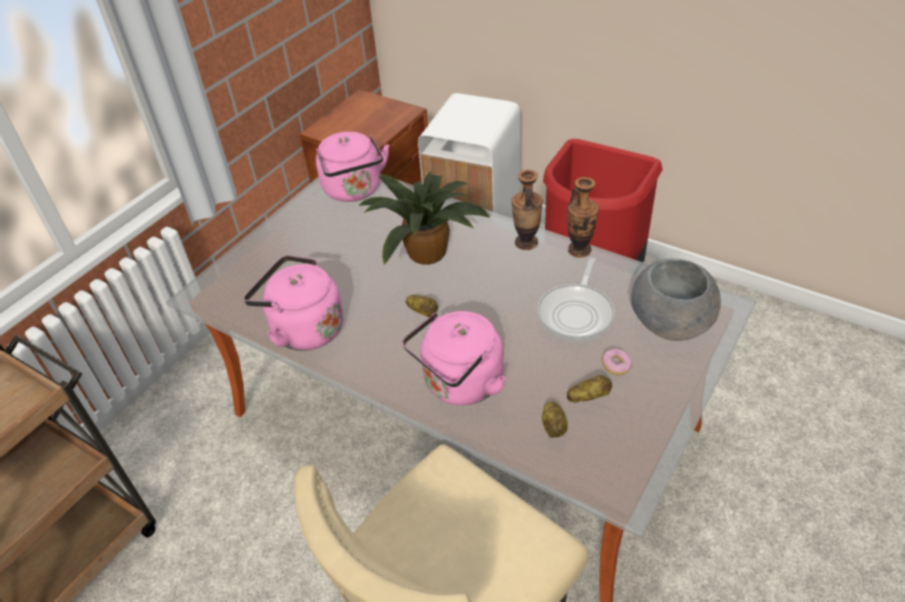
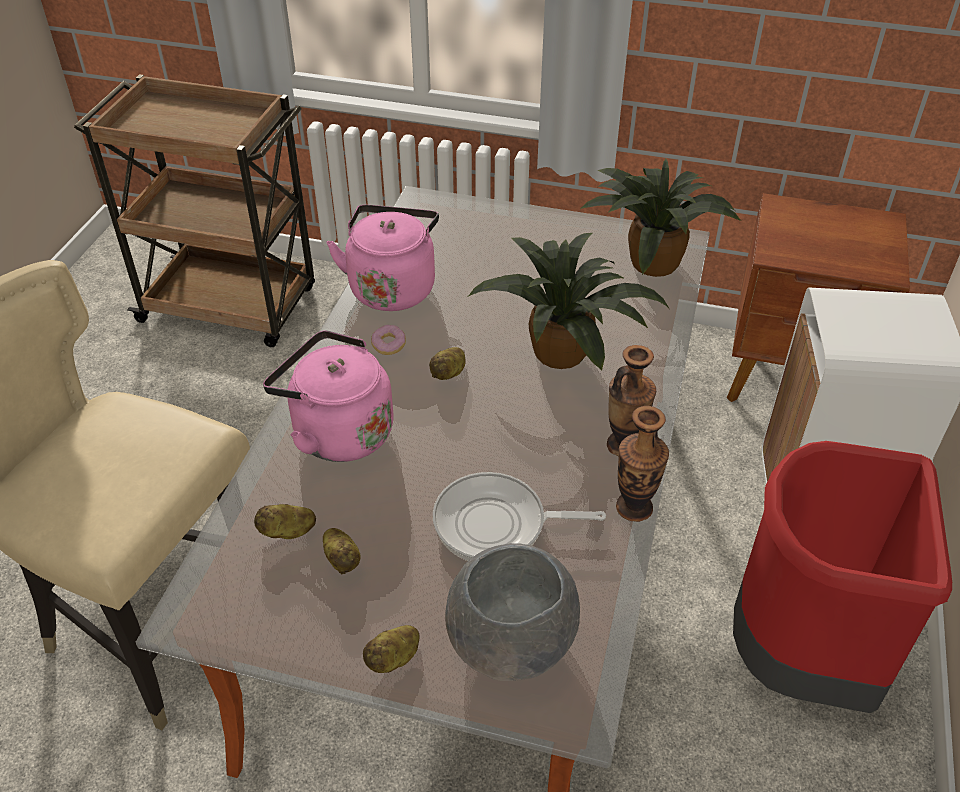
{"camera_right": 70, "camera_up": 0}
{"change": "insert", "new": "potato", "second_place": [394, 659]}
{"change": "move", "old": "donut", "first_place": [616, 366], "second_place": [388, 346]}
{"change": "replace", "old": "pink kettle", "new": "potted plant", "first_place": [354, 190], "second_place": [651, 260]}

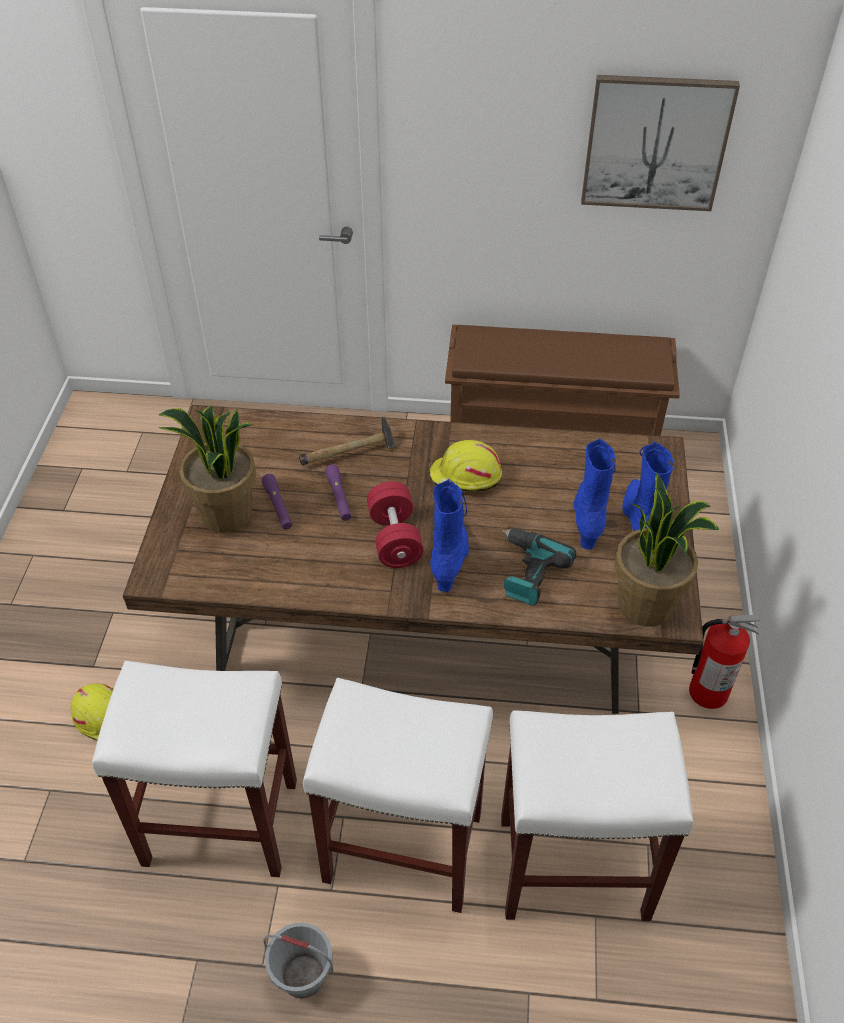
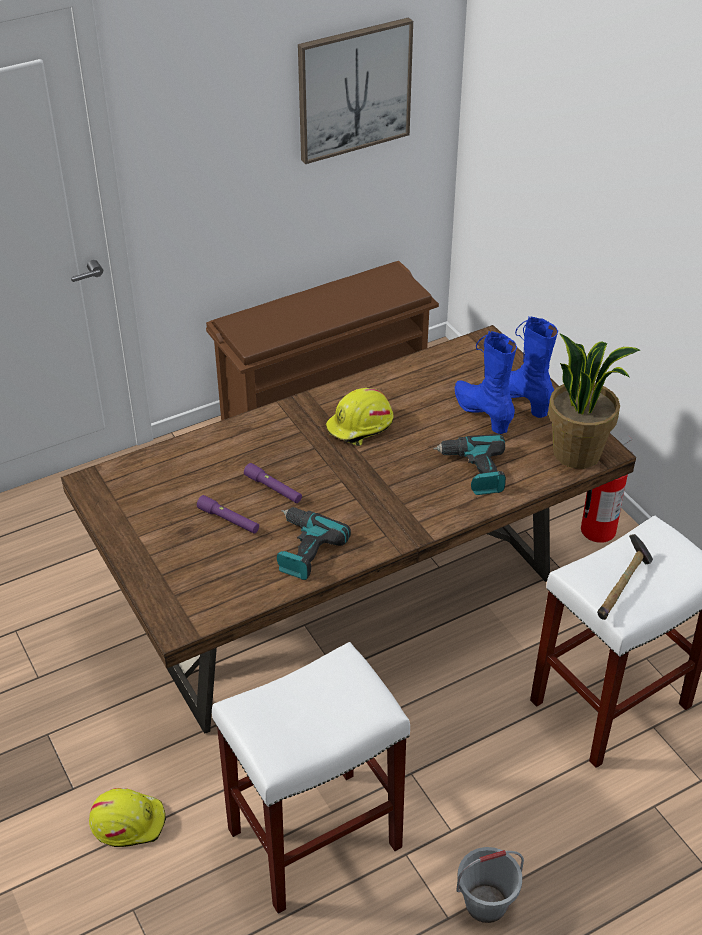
{"camera_right": -35, "camera_up": -5}
{"change": "insert", "new": "power drill", "second_place": [303, 549]}
{"change": "move", "old": "hammer", "first_place": [350, 454], "second_place": [622, 587]}
{"change": "delete", "old": "potted plant", "first_place": [226, 515]}
{"change": "delete", "old": "white stool", "first_place": [400, 848]}
{"change": "delete", "old": "red dumbbell", "first_place": [395, 538]}
{"change": "delete", "old": "blue boot", "first_place": [450, 560]}

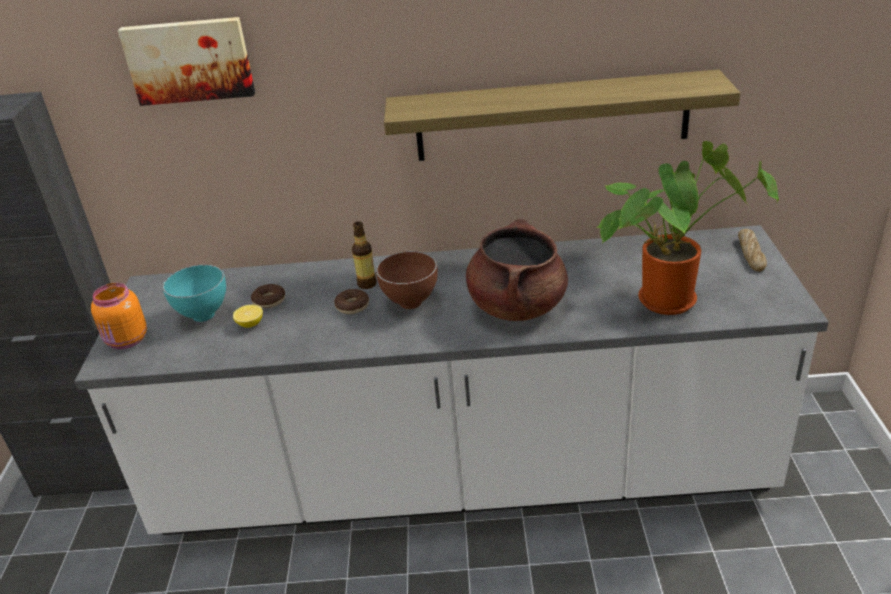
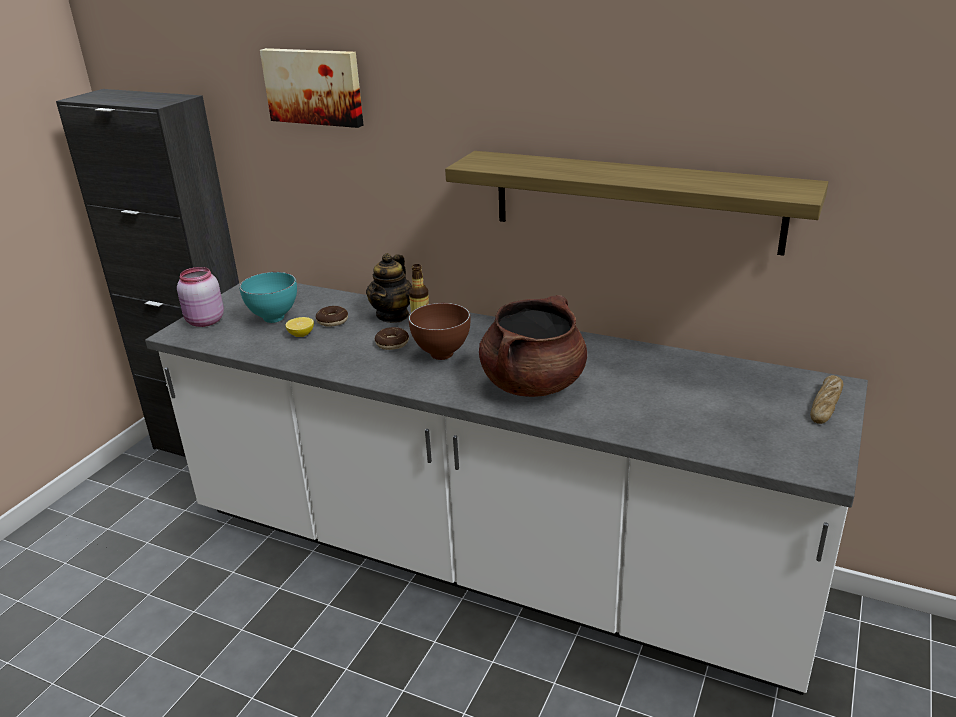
{"camera_right": 25, "camera_up": -5}
{"change": "recolor", "old": "orange jar", "new": "pink jar", "first_place": [127, 341], "second_place": [204, 322]}
{"change": "insert", "new": "teapot", "second_place": [393, 315]}
{"change": "delete", "old": "potted plant", "first_place": [671, 298]}

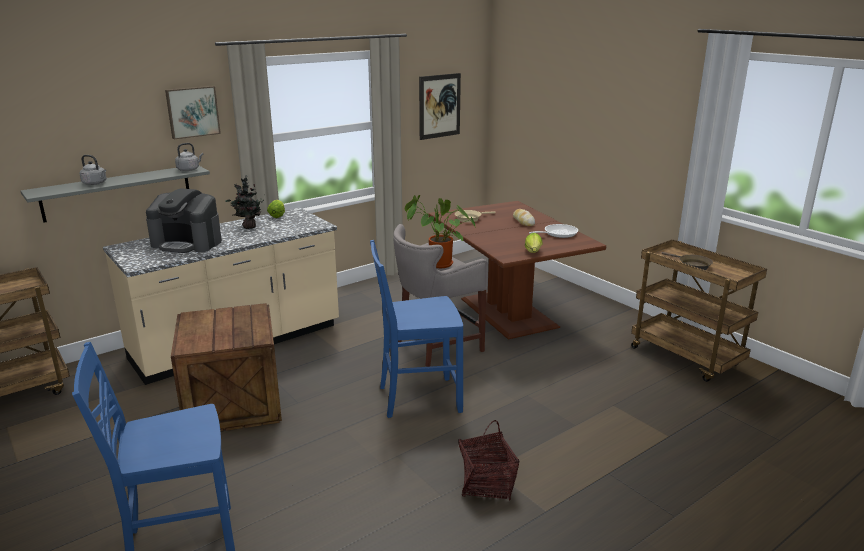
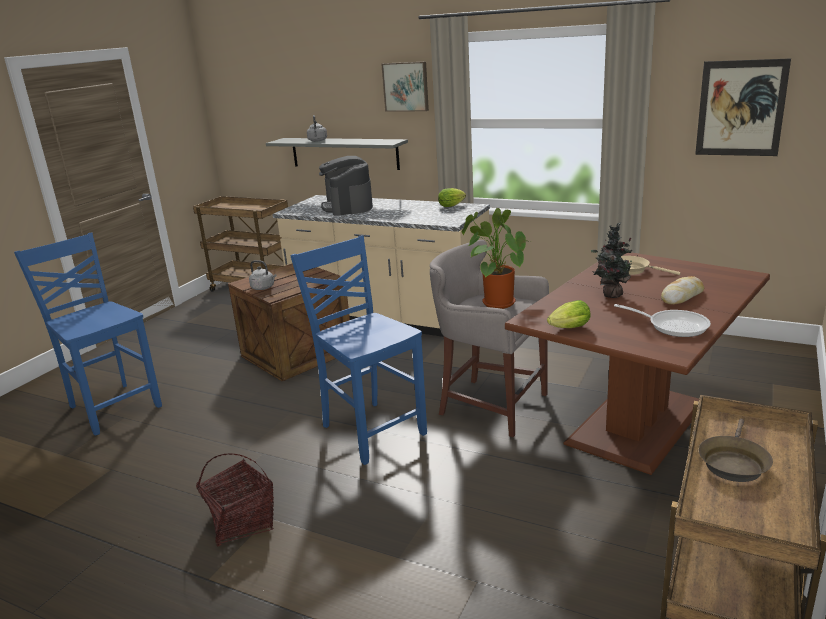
{"camera_right": 65, "camera_up": 0}
{"change": "move", "old": "grey kettle", "first_place": [189, 169], "second_place": [264, 288]}
{"change": "move", "old": "potted plant", "first_place": [248, 227], "second_place": [610, 295]}

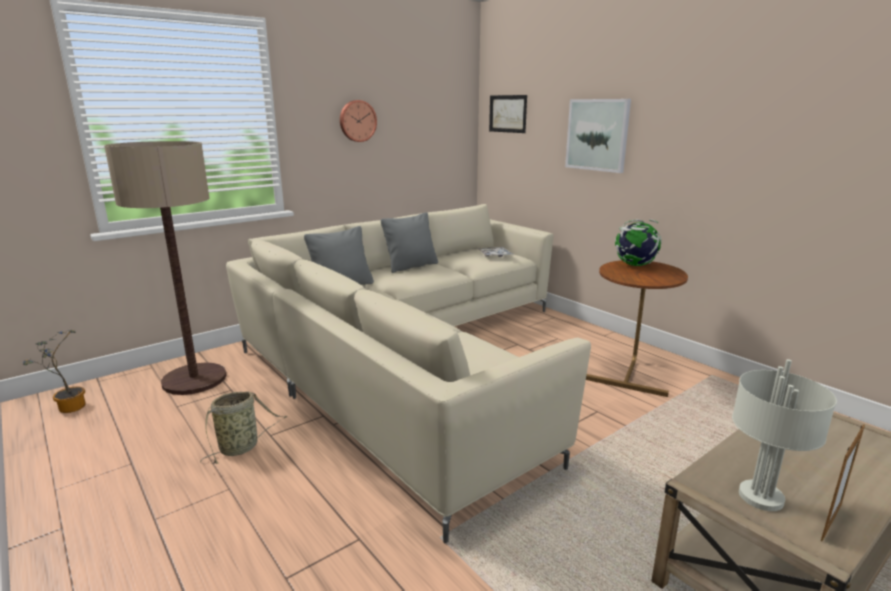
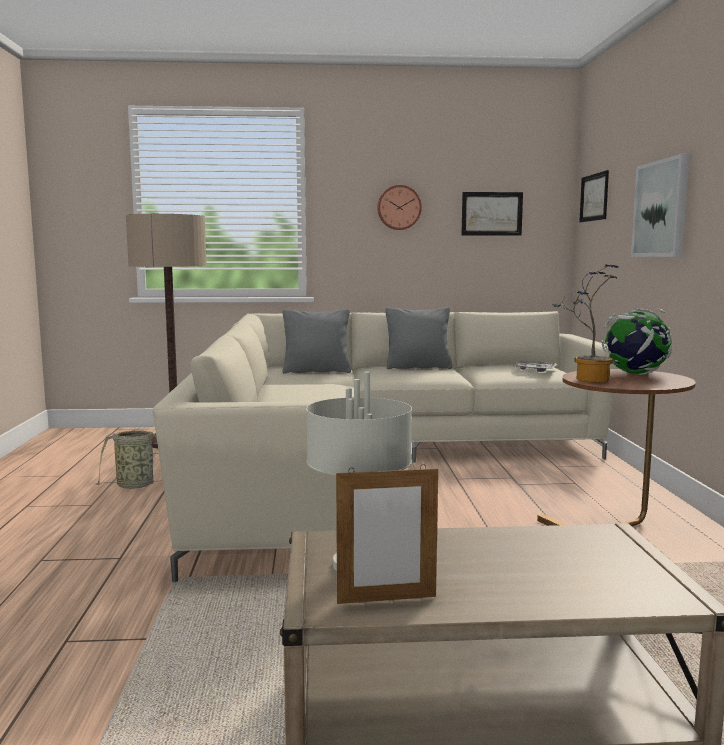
{"camera_right": 35, "camera_up": -10}
{"change": "insert", "new": "picture", "second_place": [491, 213]}
{"change": "move", "old": "potted plant", "first_place": [68, 407], "second_place": [587, 379]}

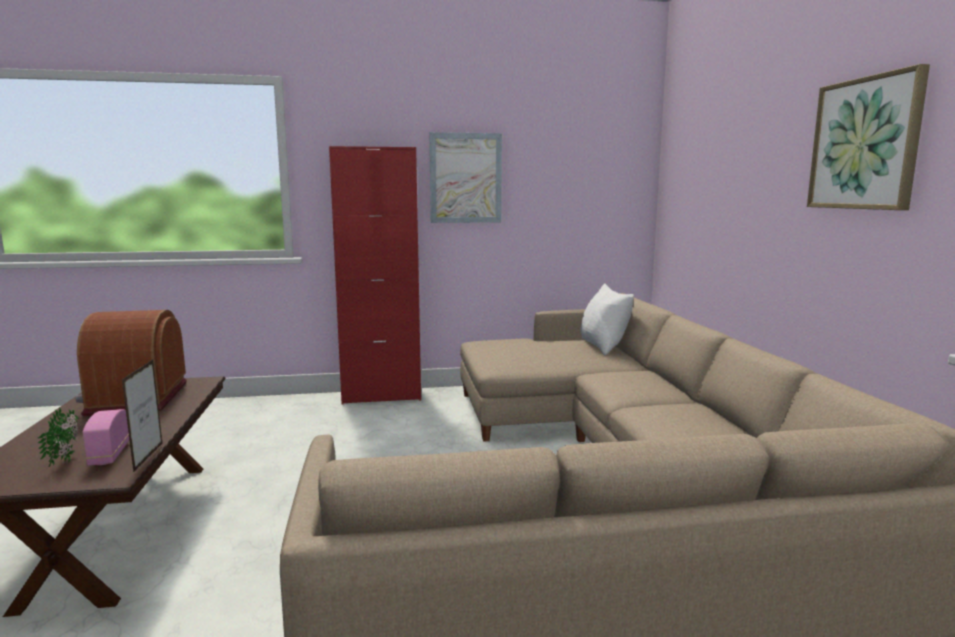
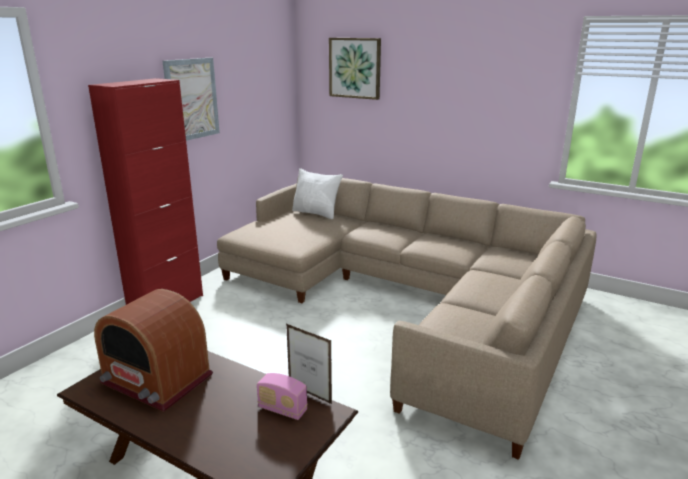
{"camera_right": -50, "camera_up": 10}
{"change": "move", "old": "picture", "first_place": [865, 144], "second_place": [355, 68]}
{"change": "delete", "old": "potted plant", "first_place": [67, 459]}

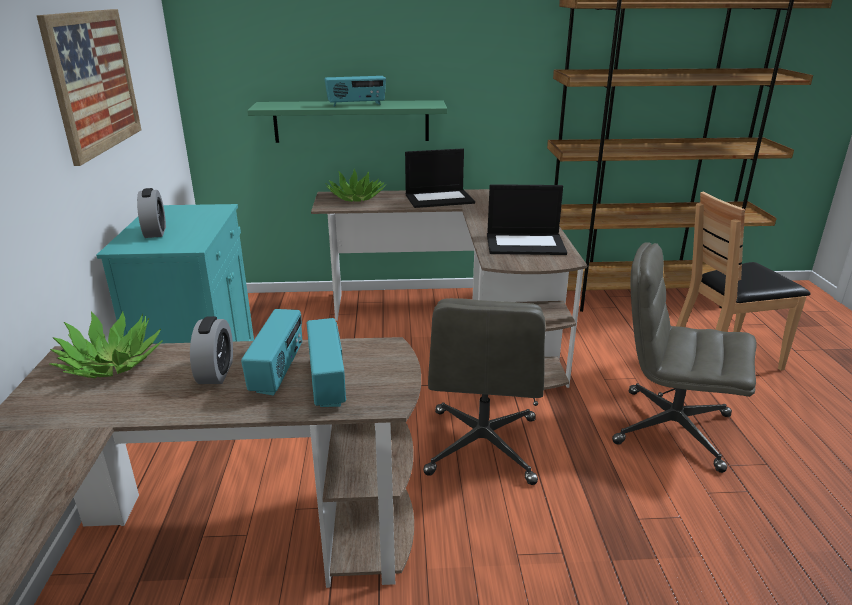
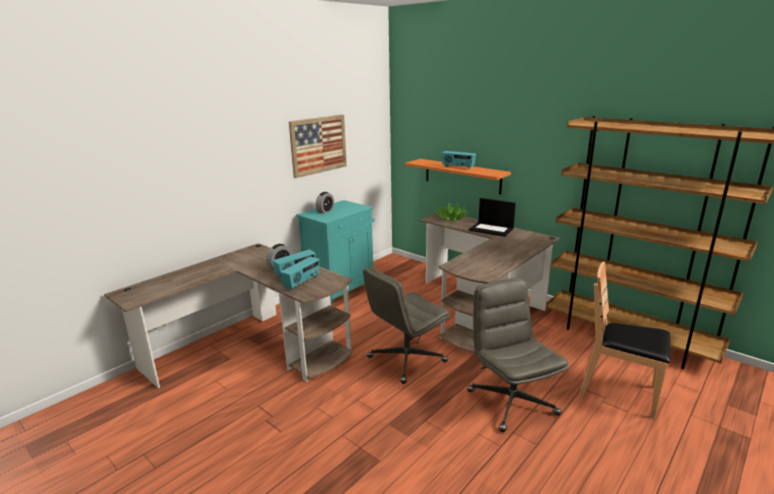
{"camera_right": 45, "camera_up": -5}
{"change": "recolor", "old": "green shelf", "new": "orange shelf", "first_place": [351, 121], "second_place": [462, 176]}
{"change": "delete", "old": "potted plant", "first_place": [112, 363]}
{"change": "delete", "old": "laptop", "first_place": [526, 244]}

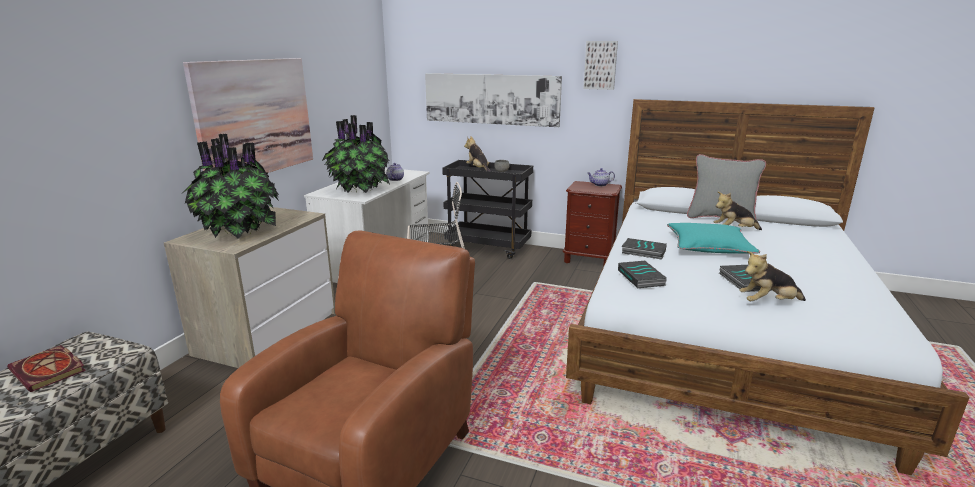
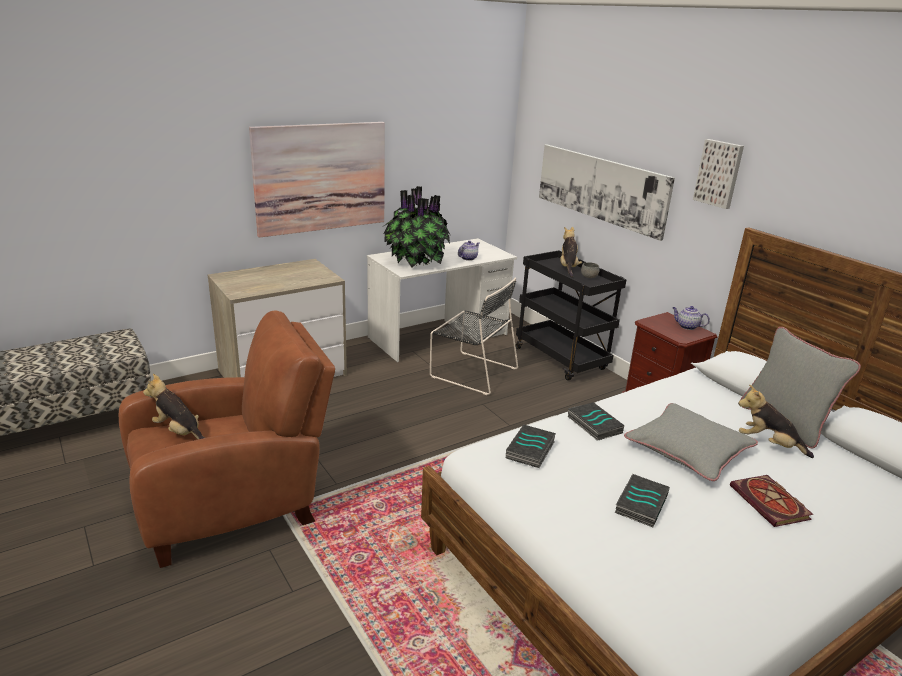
{"camera_right": 35, "camera_up": 5}
{"change": "move", "old": "plush toy", "first_place": [768, 303], "second_place": [179, 432]}
{"change": "recolor", "old": "turquoise pillow", "new": "grey pillow", "first_place": [709, 246], "second_place": [688, 449]}
{"change": "move", "old": "book", "first_place": [50, 370], "second_place": [771, 504]}
{"change": "delete", "old": "potted plant", "first_place": [238, 233]}

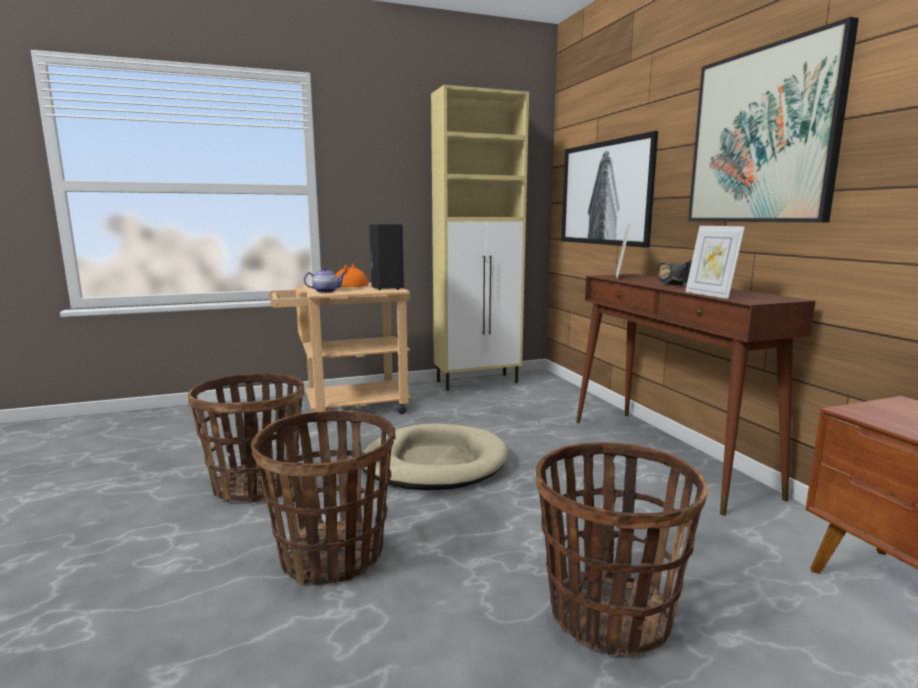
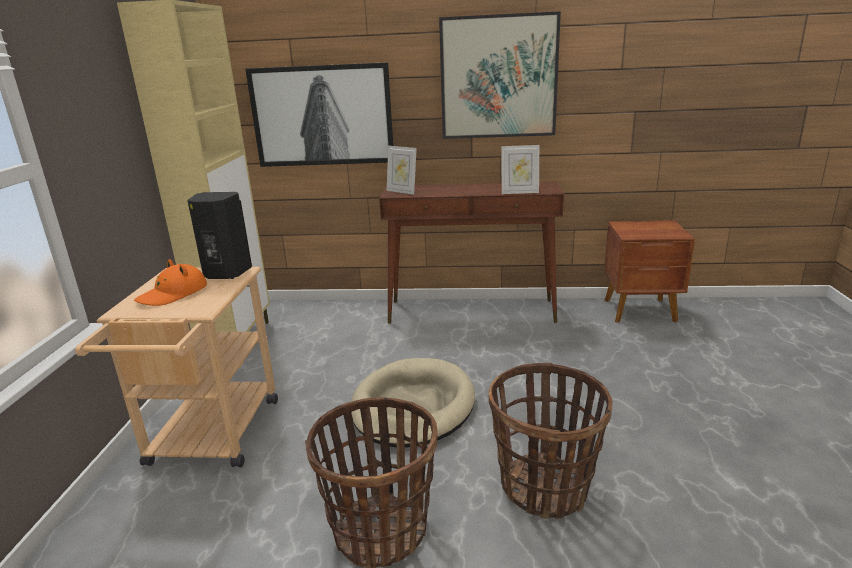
{"camera_right": -65, "camera_up": 10}
{"change": "delete", "old": "teapot", "first_place": [326, 291]}
{"change": "delete", "old": "basket", "first_place": [608, 614]}
{"change": "delete", "old": "black hat", "first_place": [673, 283]}

